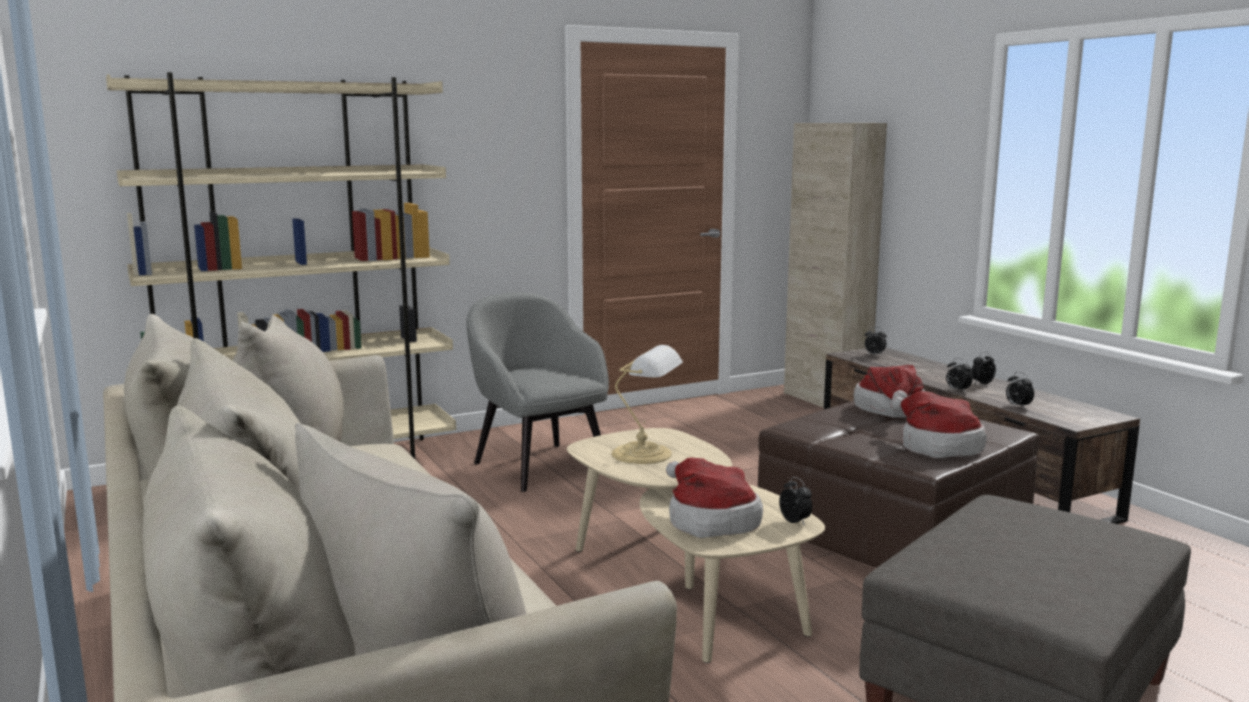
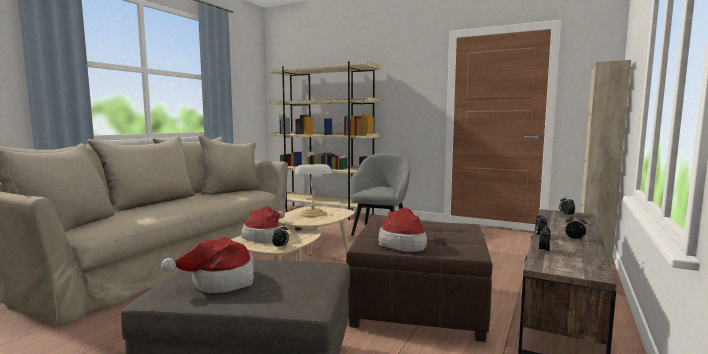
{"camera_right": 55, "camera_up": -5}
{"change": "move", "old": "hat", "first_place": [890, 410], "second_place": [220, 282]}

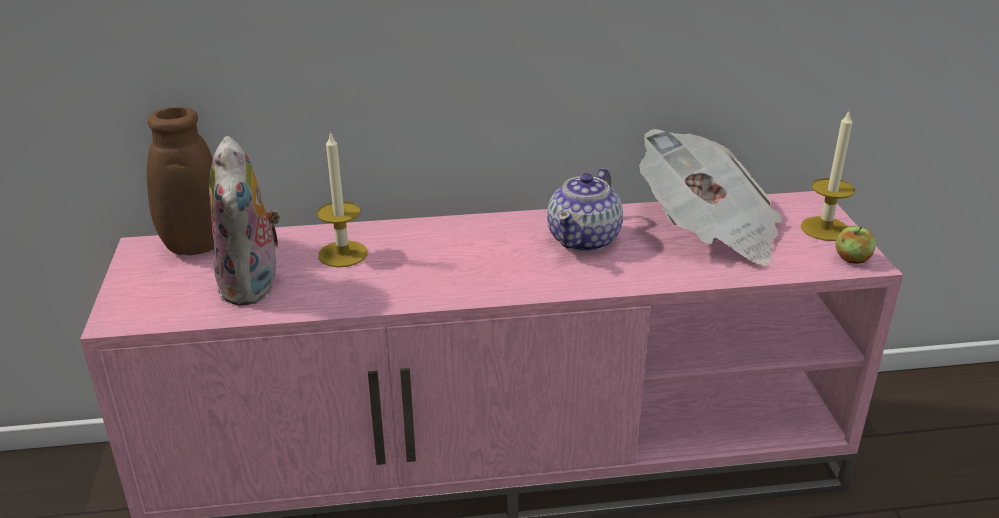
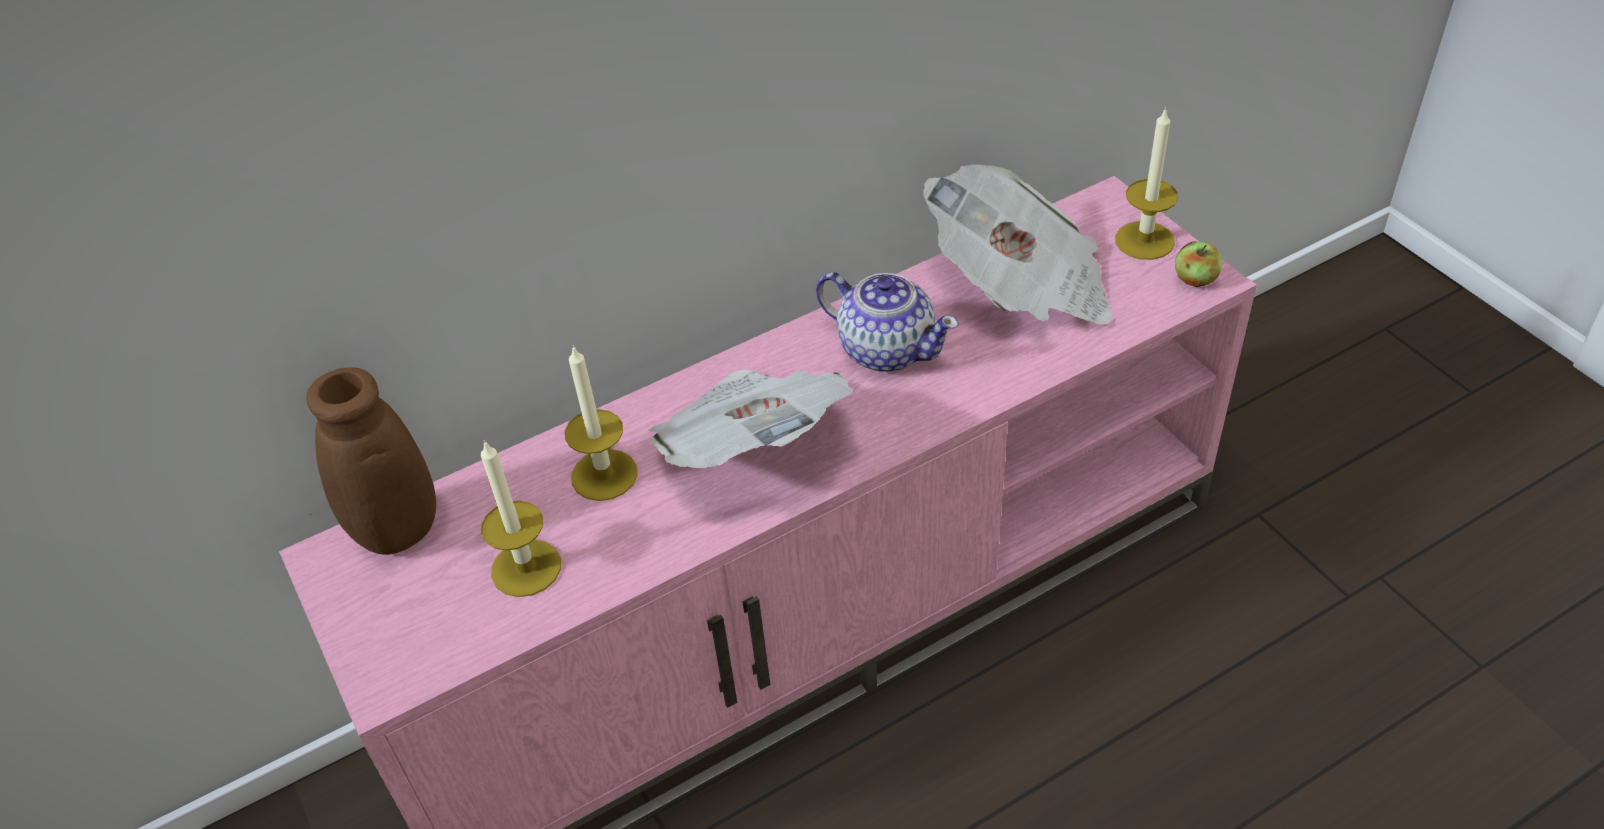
{"camera_right": -20, "camera_up": 15}
{"change": "replace", "old": "plush toy", "new": "candle", "first_place": [254, 286], "second_place": [526, 568]}
{"change": "insert", "new": "newspaper", "second_place": [752, 449]}
{"change": "rotate", "old": "teapot", "first_place": [585, 239], "second_place": [886, 348], "degrees": -60}

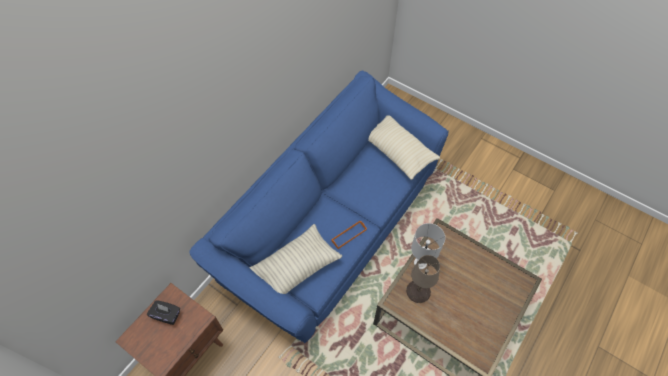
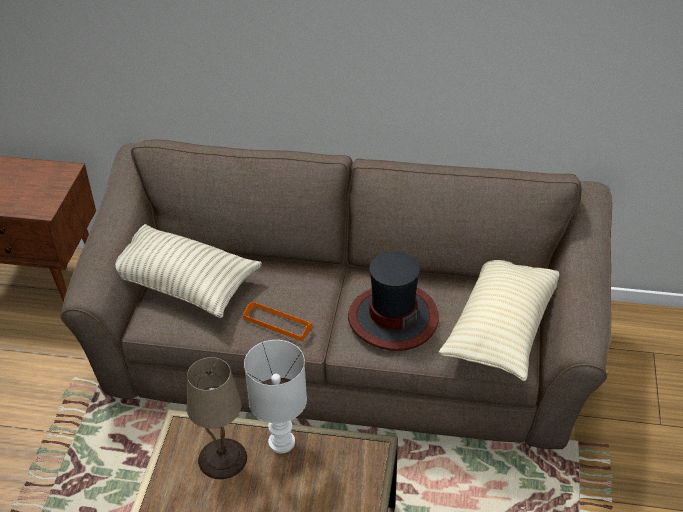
{"camera_right": 65, "camera_up": -15}
{"change": "recolor", "old": "blue sofa", "new": "brown sofa", "first_place": [332, 223], "second_place": [344, 351]}
{"change": "insert", "new": "hat", "second_place": [392, 318]}
{"change": "delete", "old": "black tissue box", "first_place": [167, 315]}

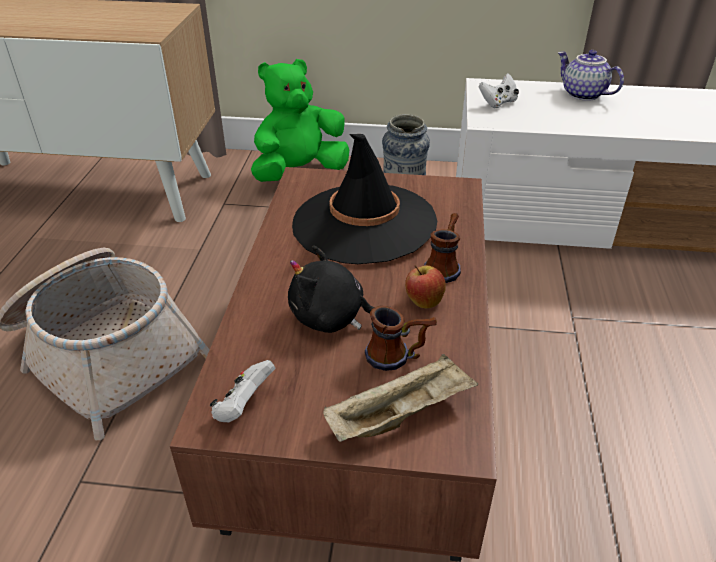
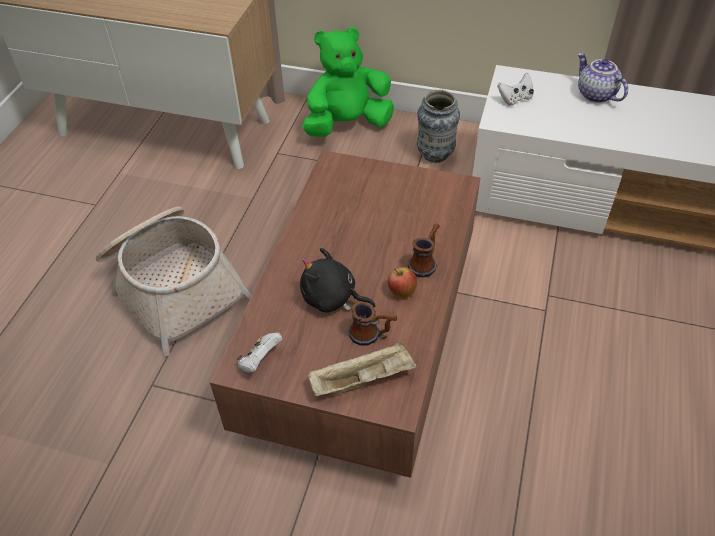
{"camera_right": 10, "camera_up": 10}
{"change": "delete", "old": "black hat", "first_place": [363, 223]}

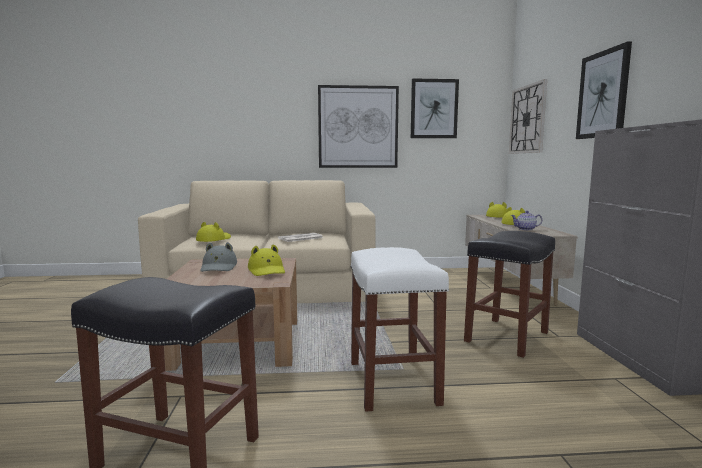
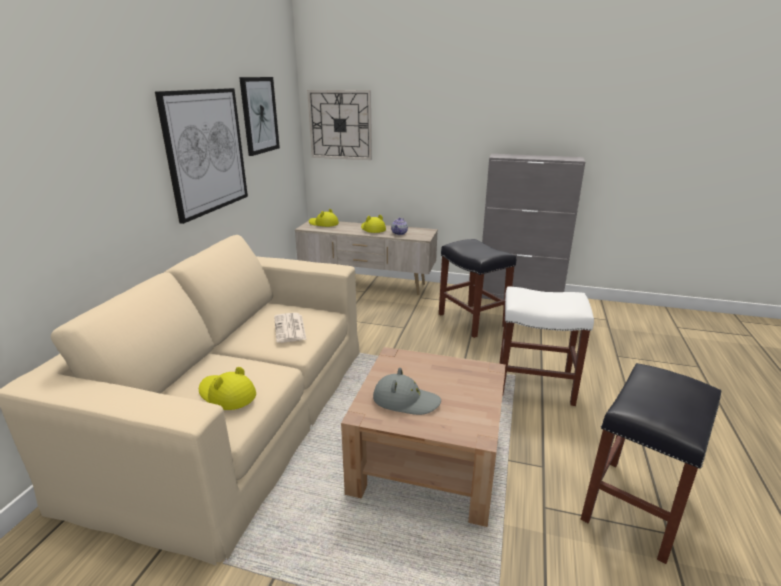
{"camera_right": -70, "camera_up": 15}
{"change": "delete", "old": "yellow hat", "first_place": [267, 270]}
{"change": "delete", "old": "picture", "first_place": [603, 94]}

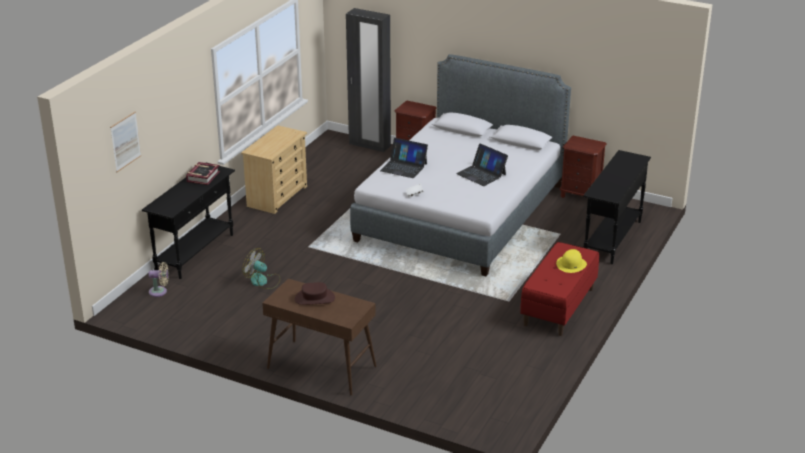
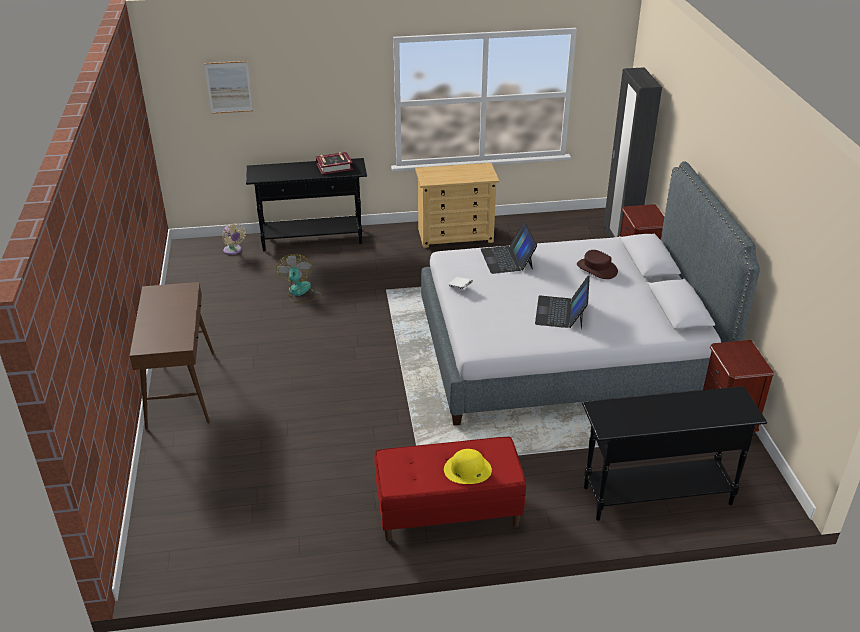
{"camera_right": 55, "camera_up": 5}
{"change": "move", "old": "brown hat", "first_place": [314, 298], "second_place": [596, 269]}

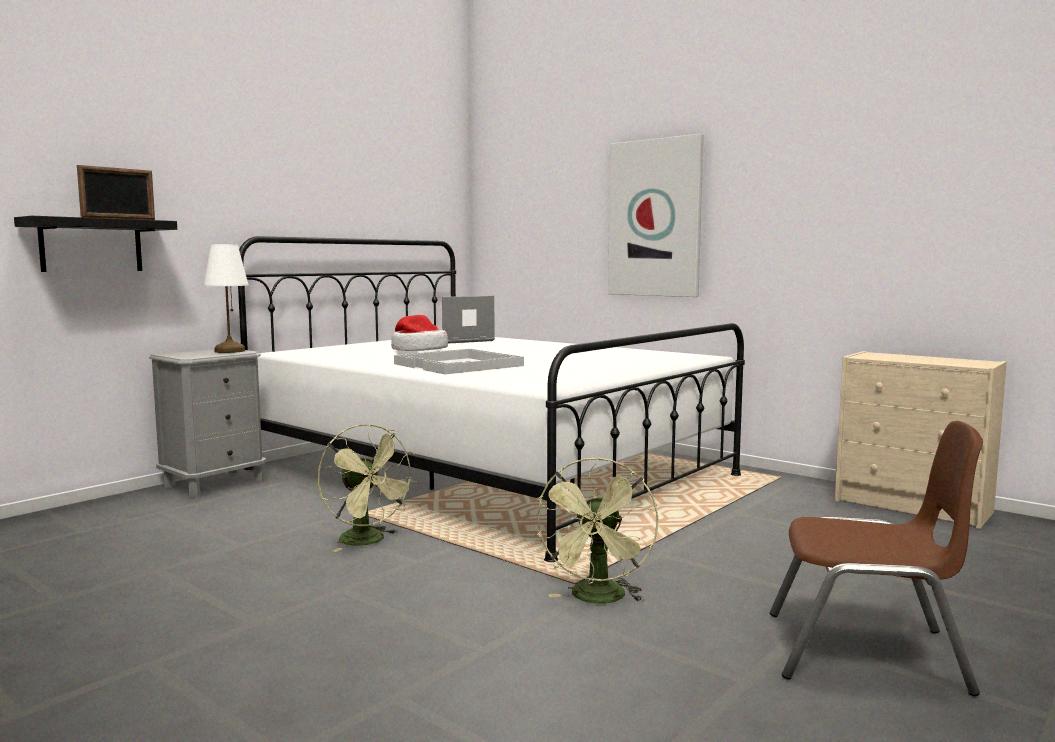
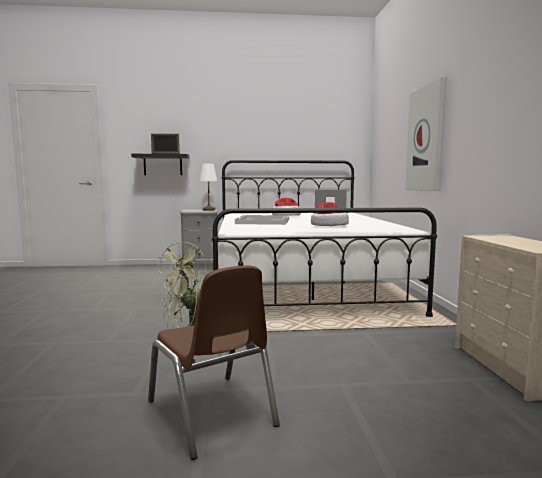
{"camera_right": 45, "camera_up": 0}
{"change": "insert", "new": "hat", "second_place": [328, 226]}

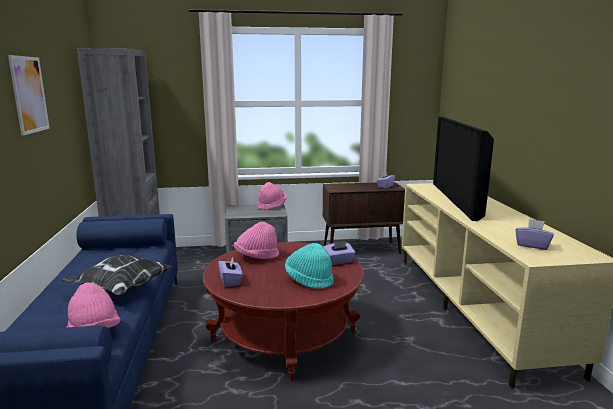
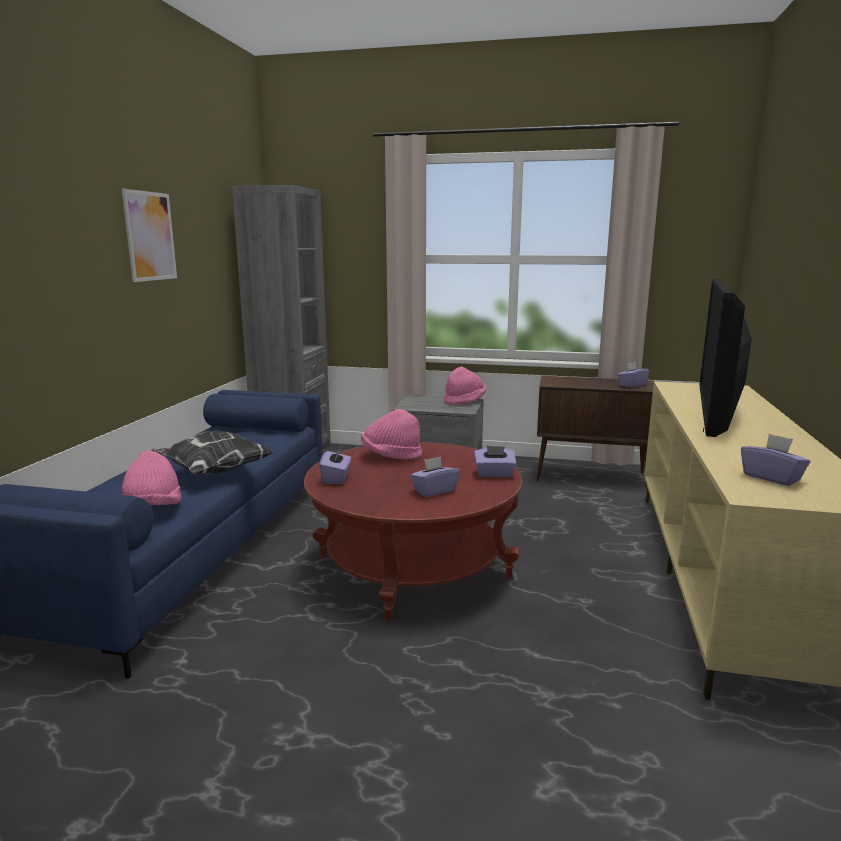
{"camera_right": 20, "camera_up": 0}
{"change": "replace", "old": "turquoise hat", "new": "purple tissue box", "first_place": [309, 280], "second_place": [434, 491]}

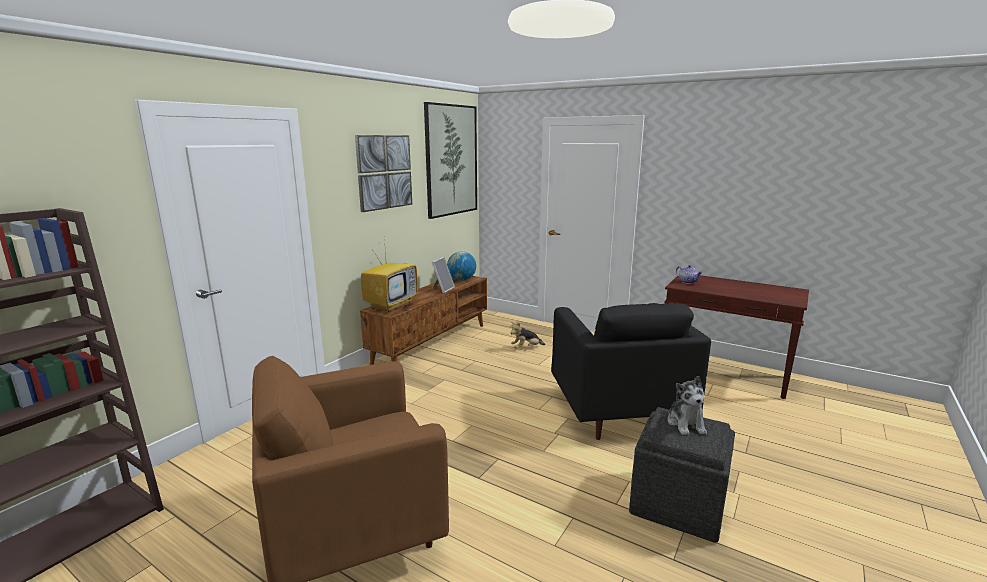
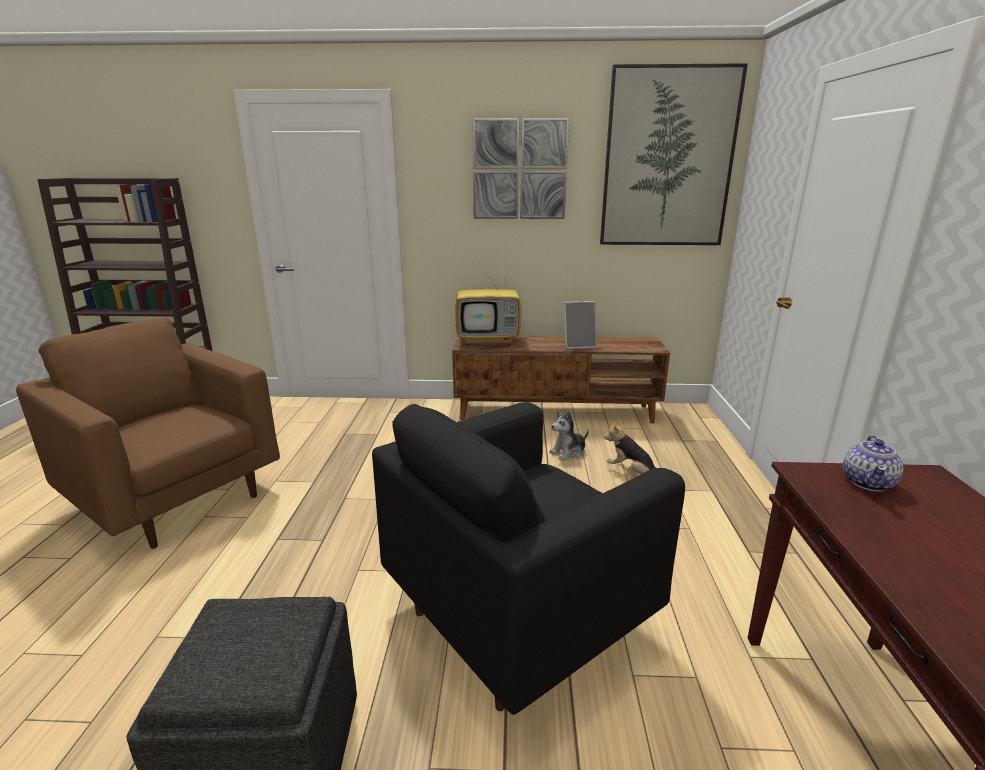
{"camera_right": 60, "camera_up": 5}
{"change": "move", "old": "plush toy", "first_place": [686, 424], "second_place": [568, 452]}
{"change": "delete", "old": "globe", "first_place": [461, 280]}

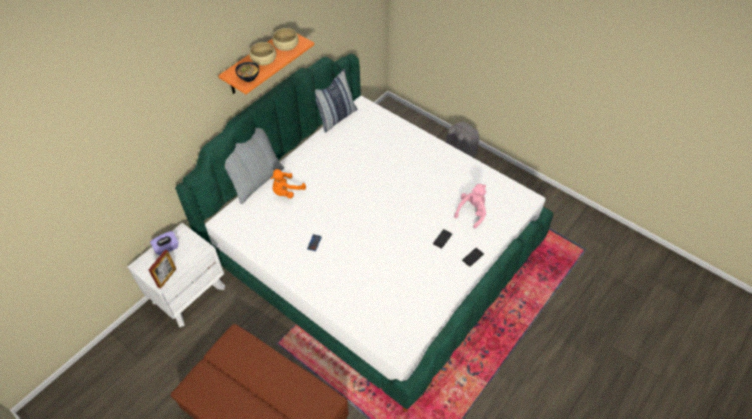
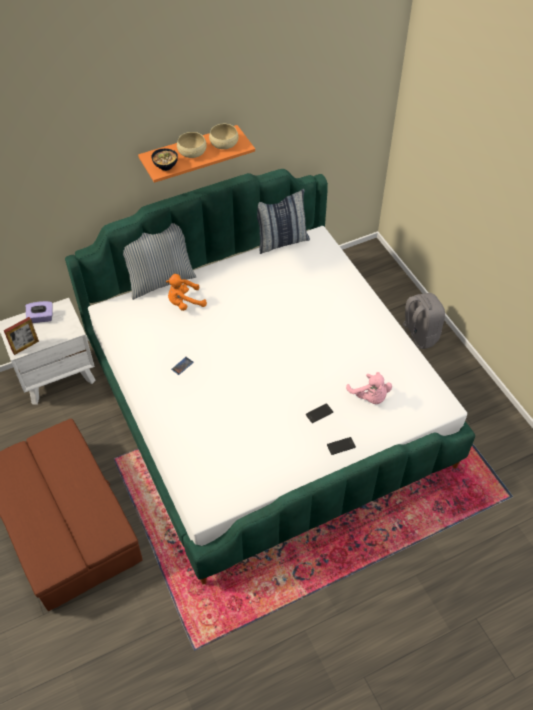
{"camera_right": 25, "camera_up": 0}
{"change": "rotate", "old": "pink plush toy", "first_place": [472, 212], "second_place": [370, 397], "degrees": 90}

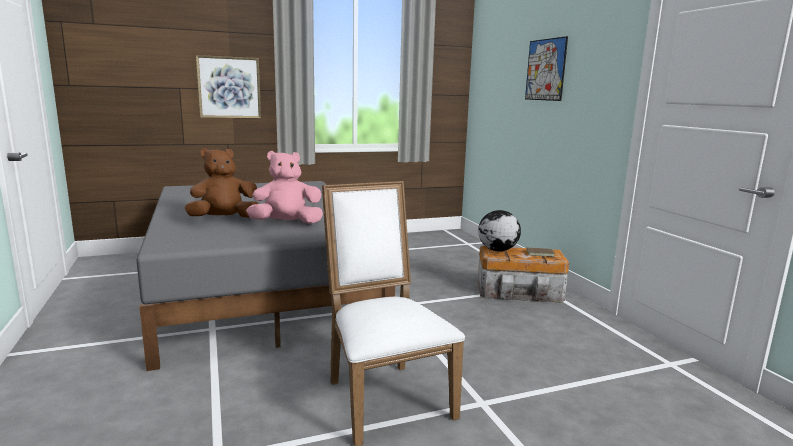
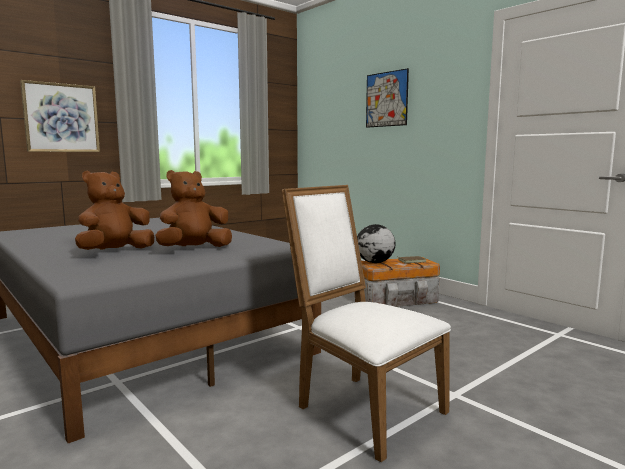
{"camera_right": -20, "camera_up": -5}
{"change": "recolor", "old": "pink plush toy", "new": "brown plush toy", "first_place": [286, 224], "second_place": [194, 249]}

